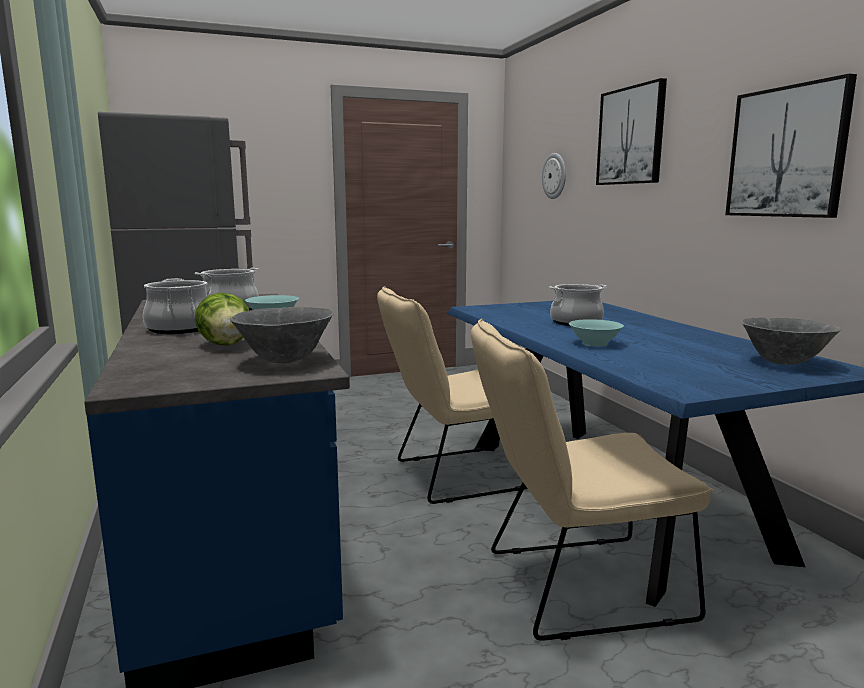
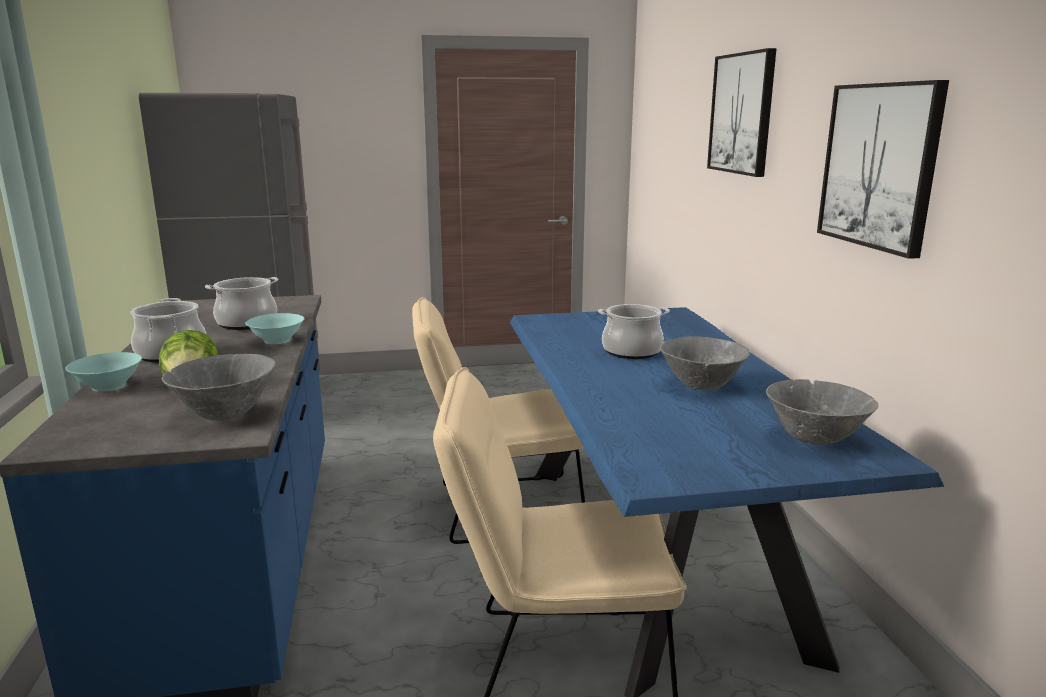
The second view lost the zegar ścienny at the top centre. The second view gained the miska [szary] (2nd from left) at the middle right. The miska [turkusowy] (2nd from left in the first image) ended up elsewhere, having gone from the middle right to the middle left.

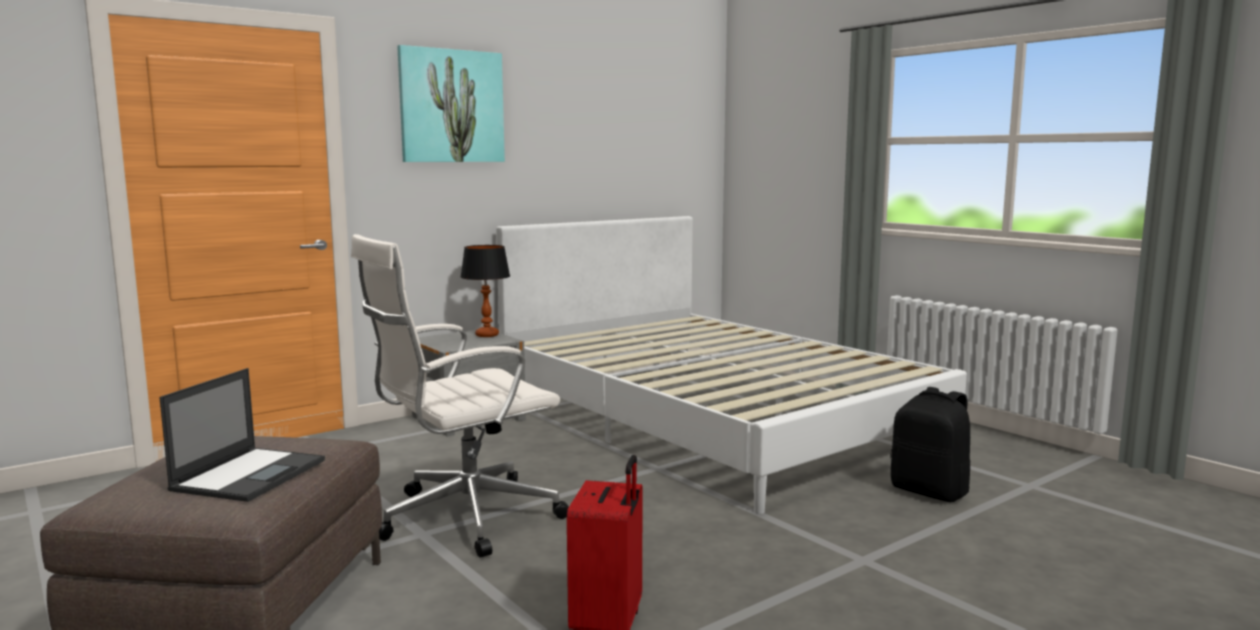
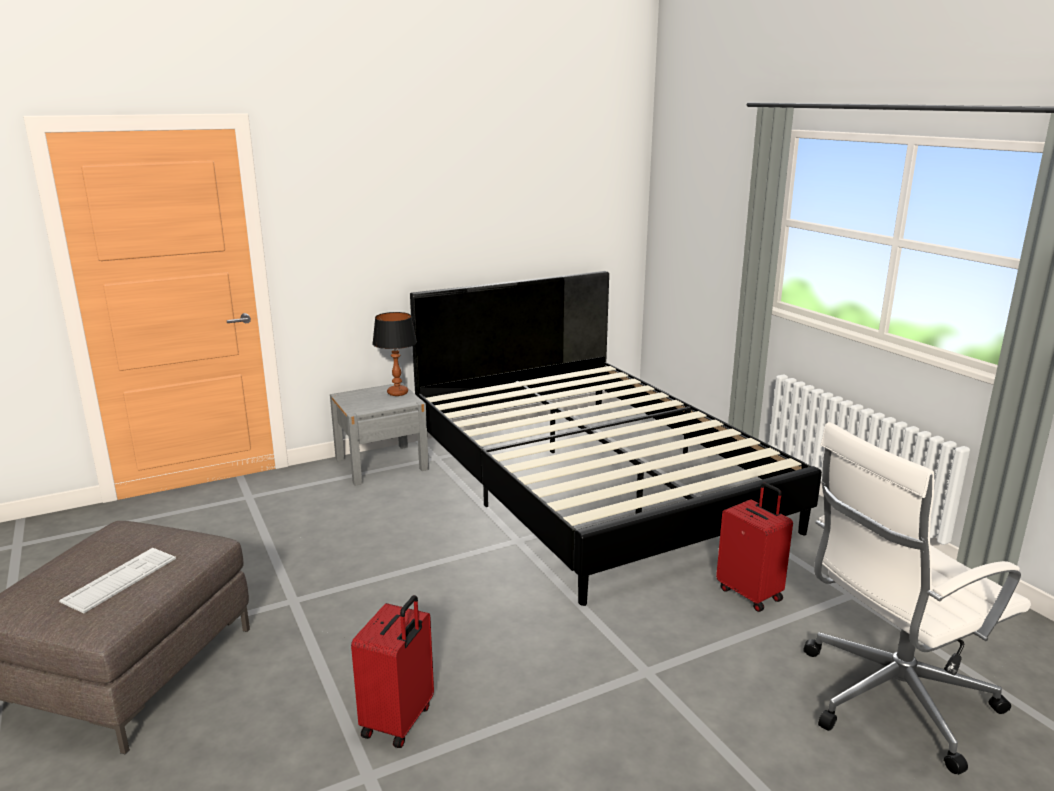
The second view lost the obraz at the top centre. The krzesło biurowe [biały] ended up elsewhere, having gone from the centre to the bottom right. Where the laptop stood at the bottom left, the klawiatura came to stand at the bottom left. Where the plecak [czarny] stood at the bottom right, the walizka [czerwony] (2nd from left) came to stand at the bottom right. What was the łóżko [biały] at the centre turned into the łóżko [czarny] at the centre.

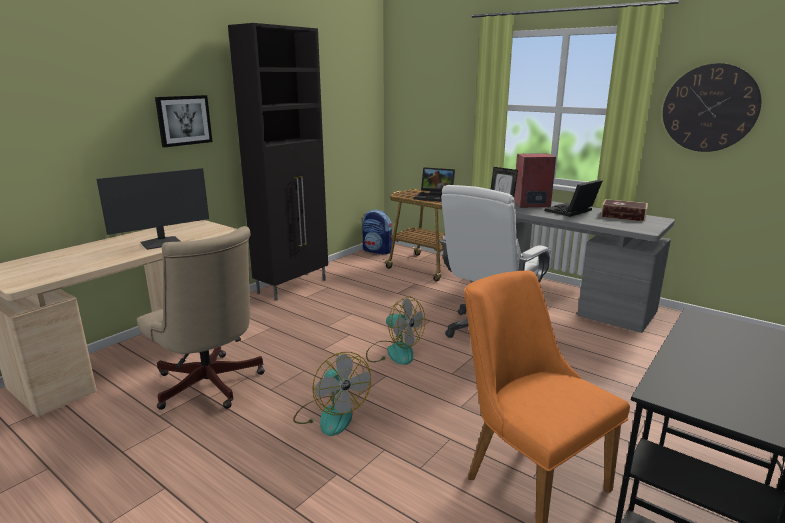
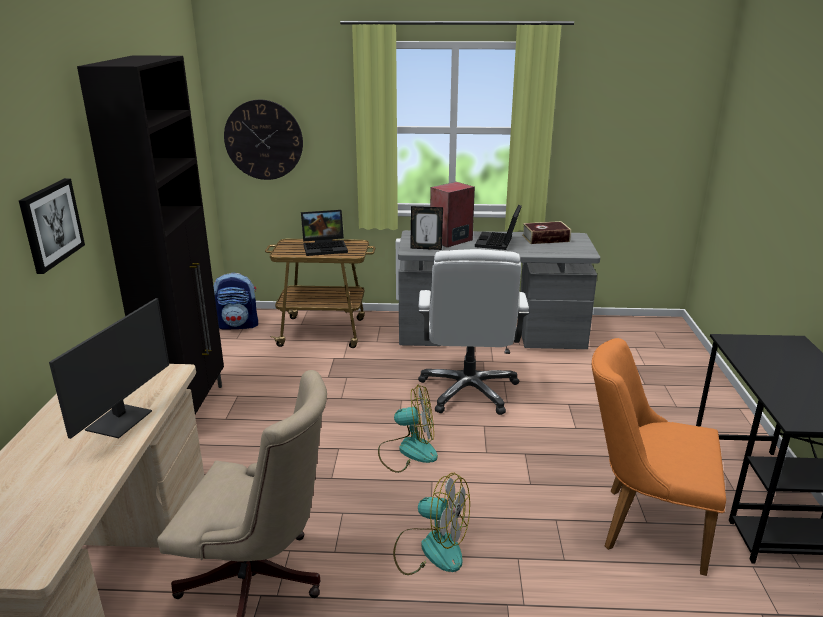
The zegar ścienny ended up elsewhere, having gone from the top right to the top left.

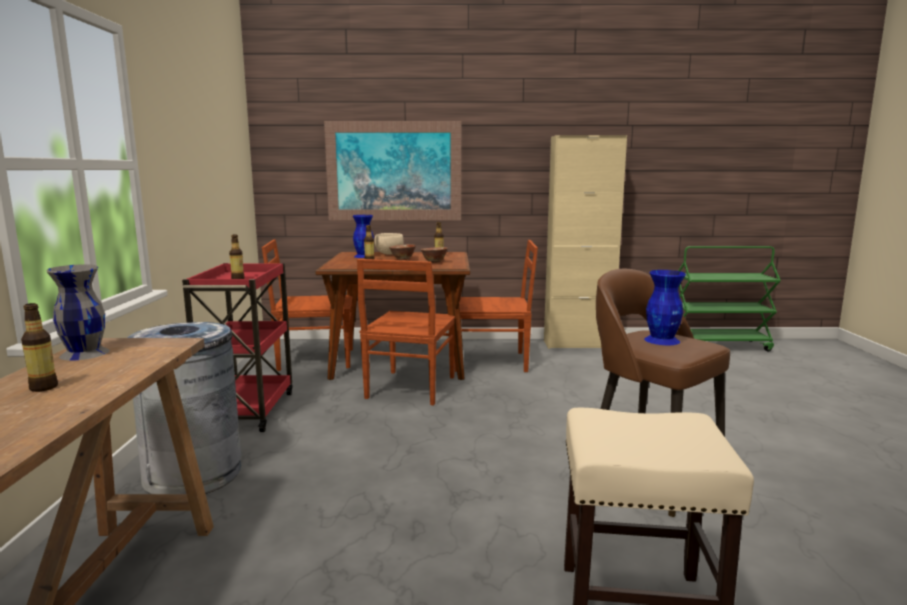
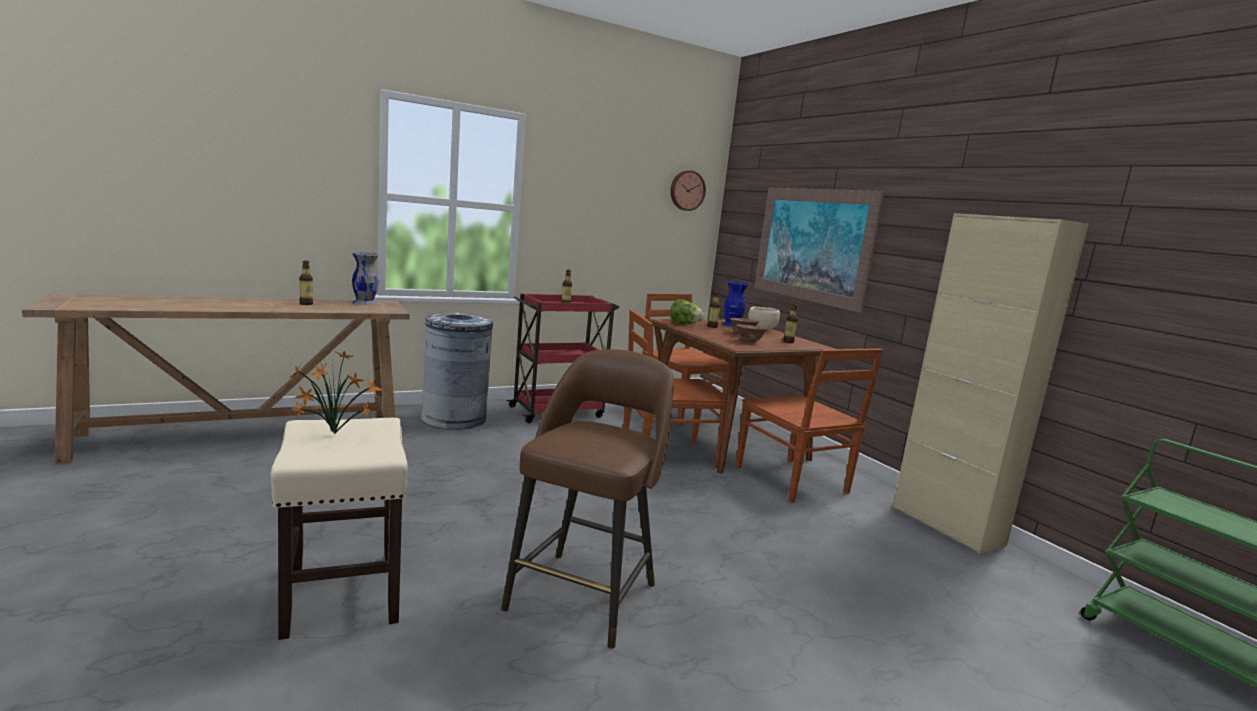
The second view lost the wazon [niebieski] (2nd from left) at the middle right. The second view gained the roślina doniczkowa at the middle left. The second view gained the sałata at the centre. The second view gained the zegar ścienny at the top centre.

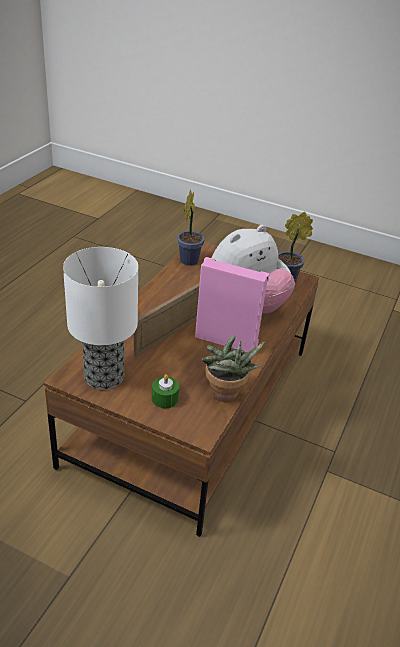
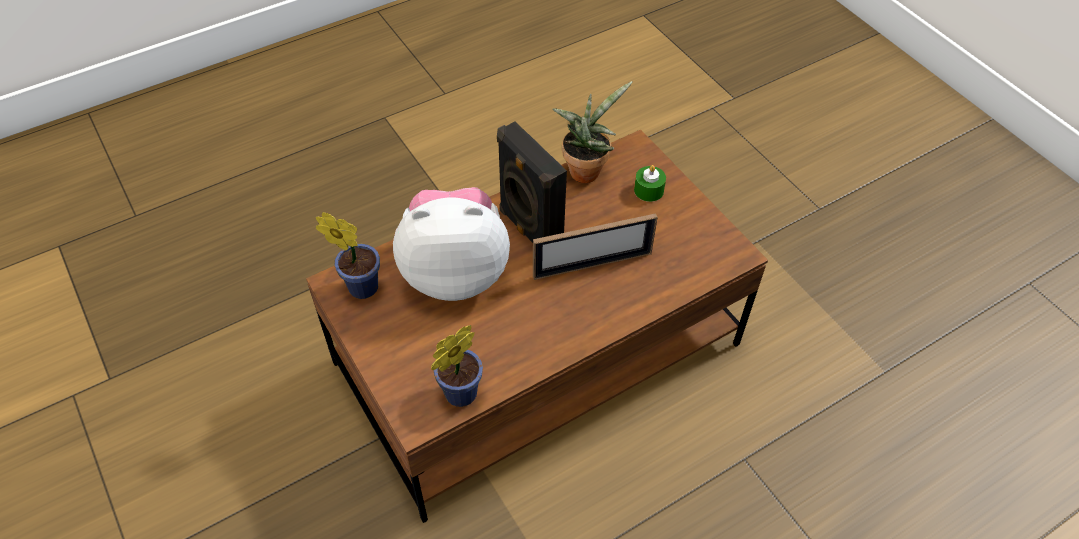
The second view lost the lampa stołowa at the middle left. What was the głośnik [różowy] at the centre turned into the głośnik [czarny] at the centre.

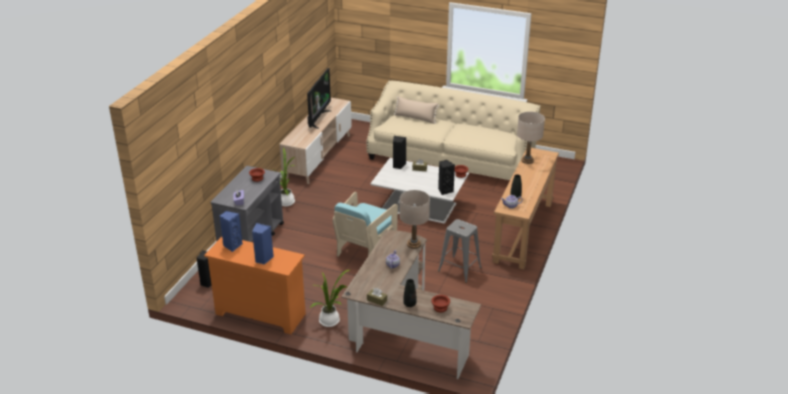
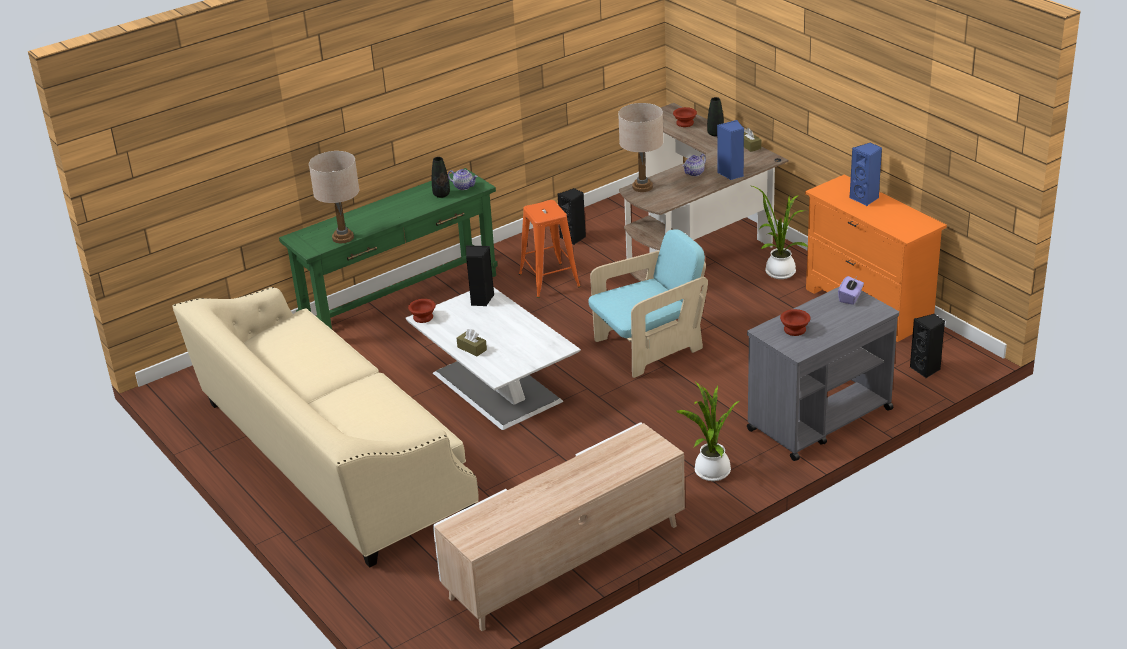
The second view lost the telewizor at the top centre. The second view lost the poduszka [beżowy] at the top centre. The głośnik [niebieski] (1st from left) ended up elsewhere, having gone from the middle left to the top centre. The głośnik [czarny] (2nd from left) ended up elsewhere, having gone from the centre to the top centre. What was the stołek [szary] at the centre turned into the stołek [pomarańczowy] at the centre. What was the stolik konsolowy [brązowy] at the centre turned into the stolik konsolowy [zielony] at the centre.

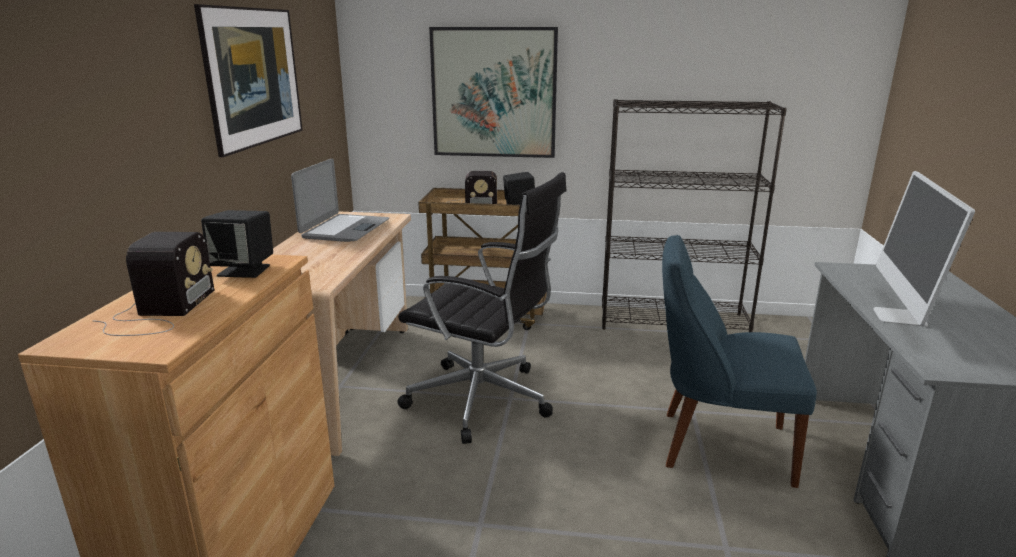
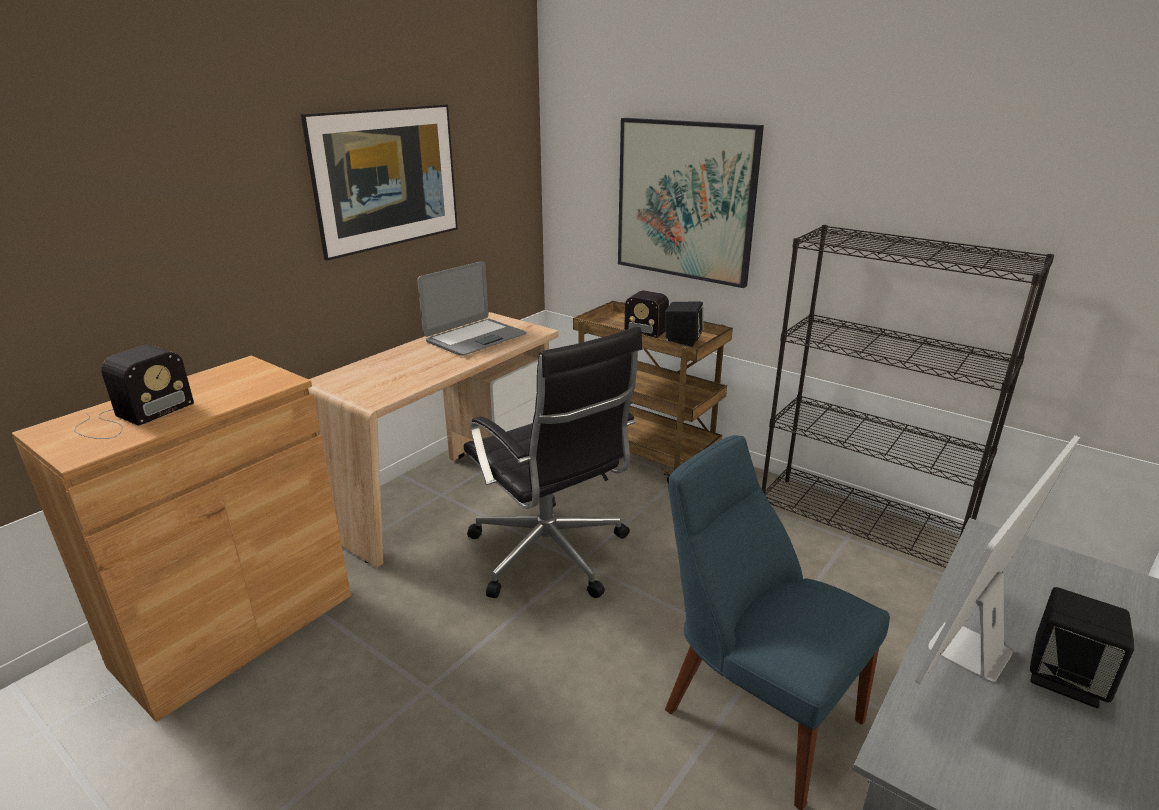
The głośnik [czarny] (1st from left in the first image) ended up elsewhere, having gone from the middle left to the bottom right.

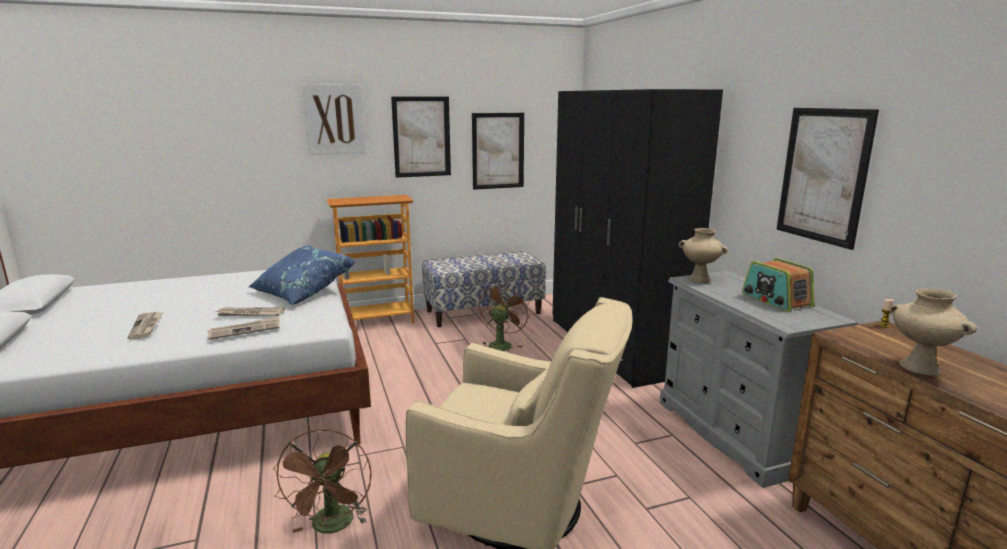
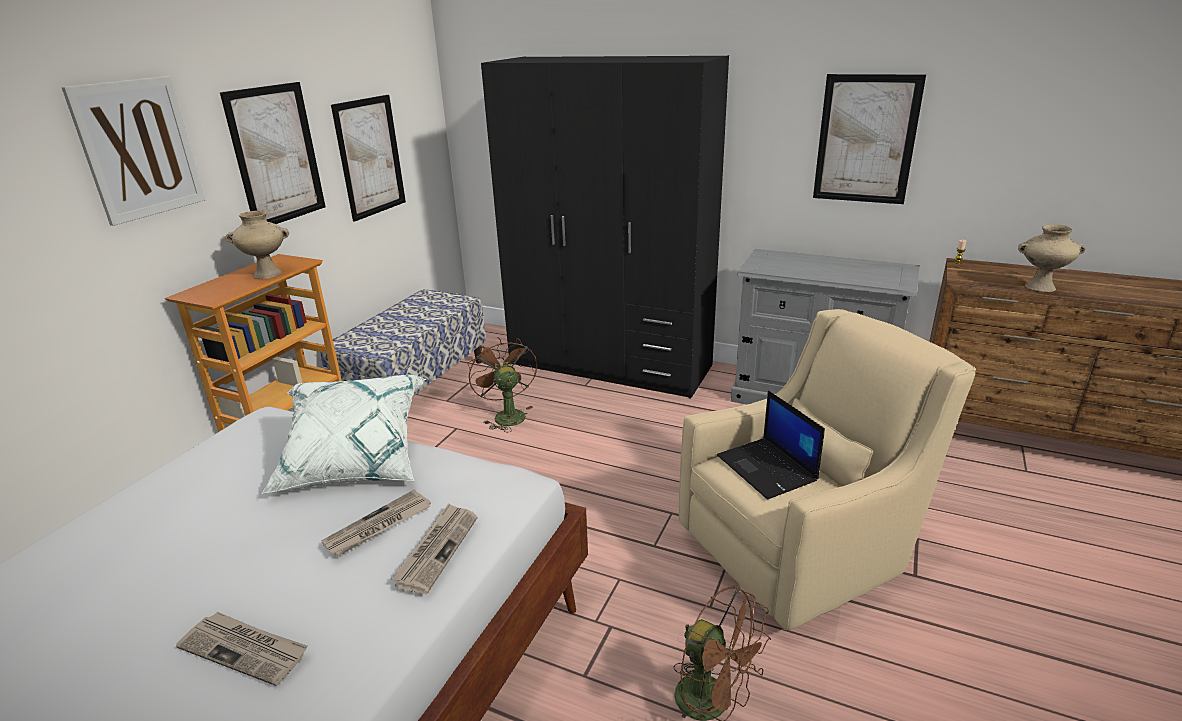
The second view lost the radio at the middle right. The second view gained the laptop at the centre. The wazon [beżowy] (1st from left) ended up elsewhere, having gone from the middle right to the middle left. What was the poduszka [niebieski] at the middle left turned into the poduszka [biały] at the middle left.

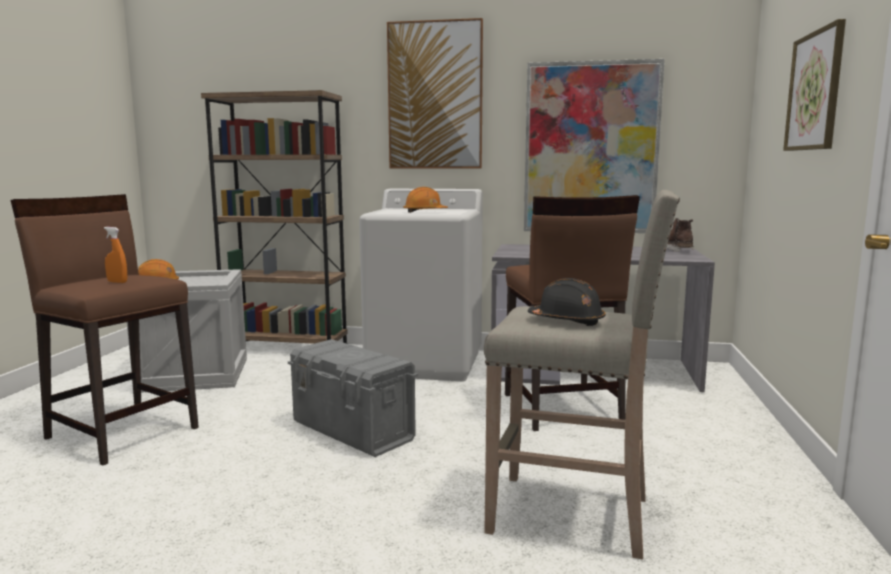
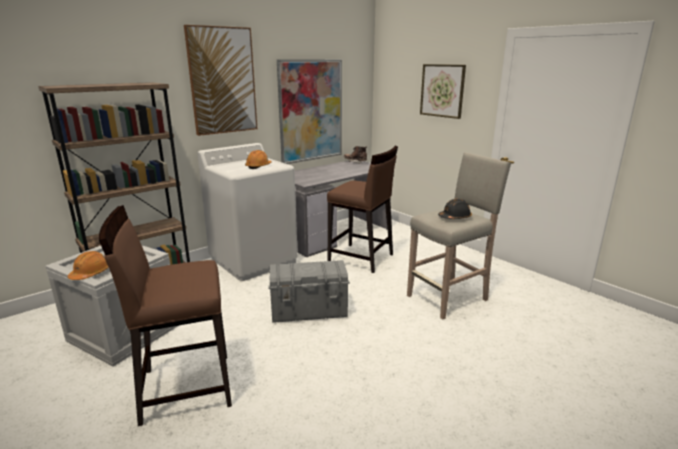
The second view lost the spryskiwacz [pomarańczowy] at the middle left.

